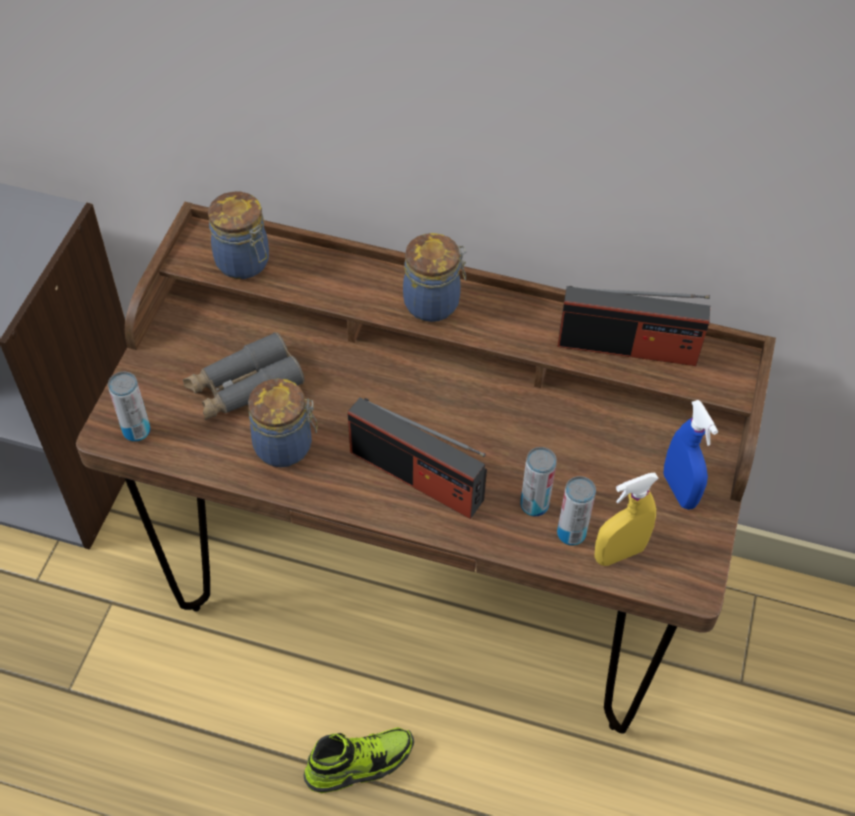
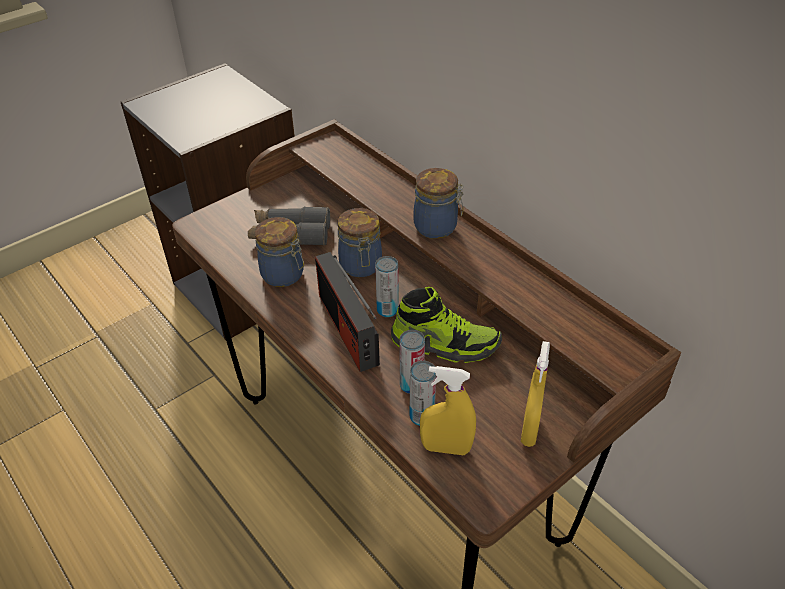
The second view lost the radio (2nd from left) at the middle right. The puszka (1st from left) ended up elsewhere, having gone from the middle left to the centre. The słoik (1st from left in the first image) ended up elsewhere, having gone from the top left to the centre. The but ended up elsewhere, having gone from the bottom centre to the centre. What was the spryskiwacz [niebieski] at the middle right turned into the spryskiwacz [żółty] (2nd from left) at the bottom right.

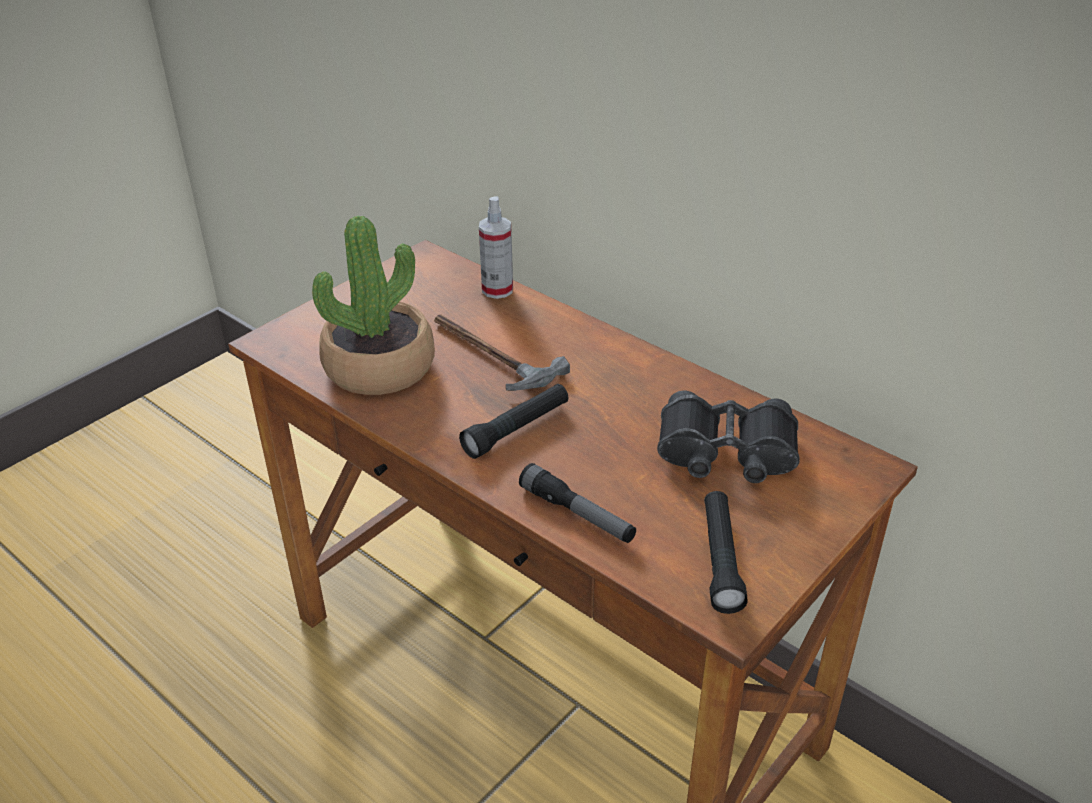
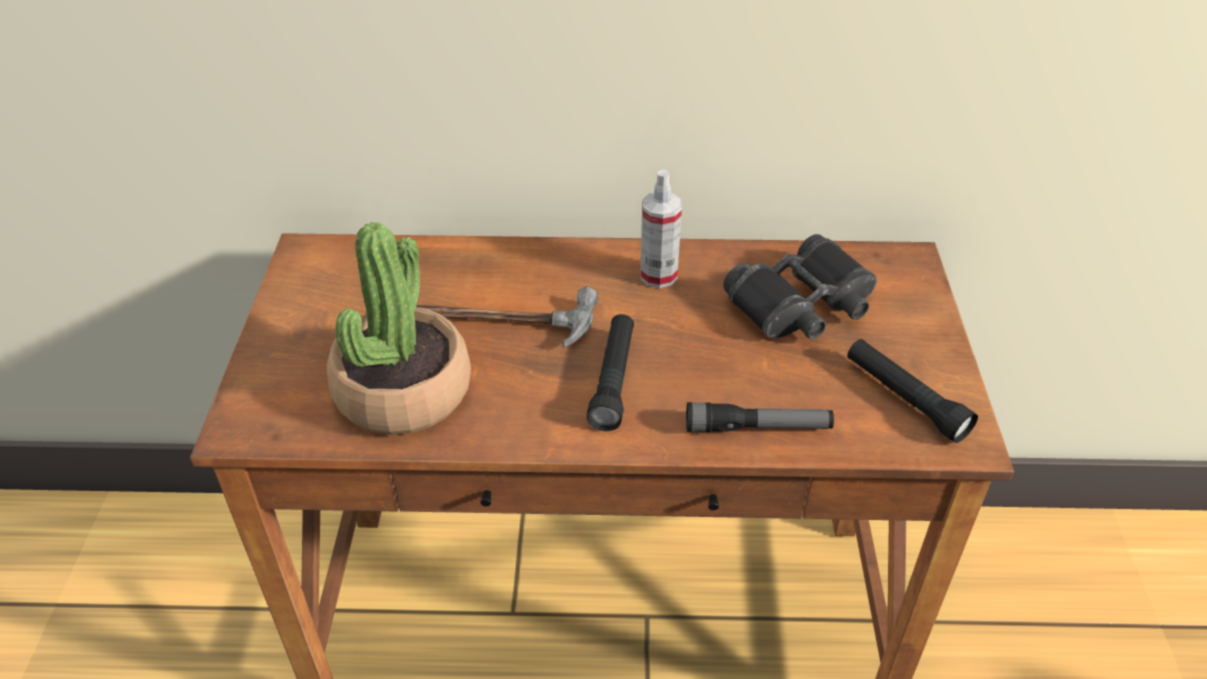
The spryskiwacz ended up elsewhere, having gone from the top centre to the centre.

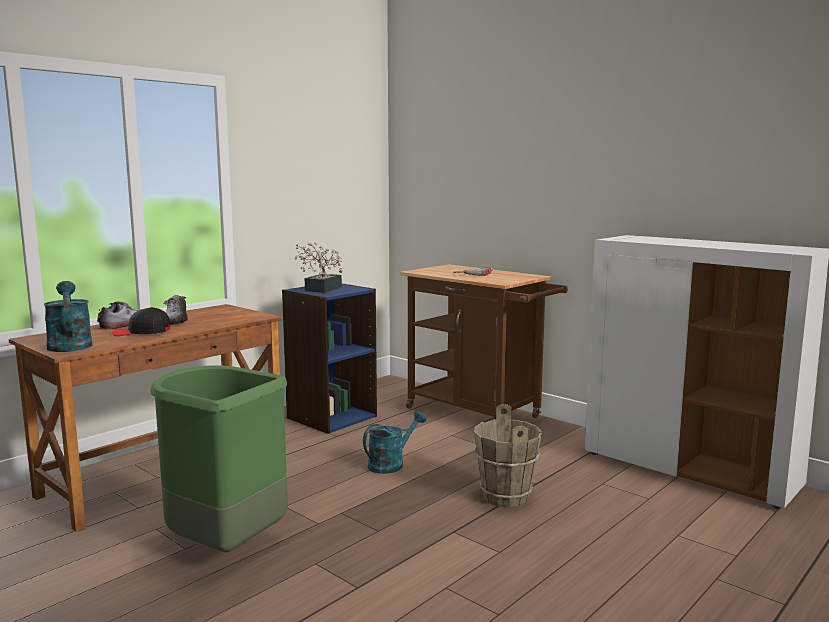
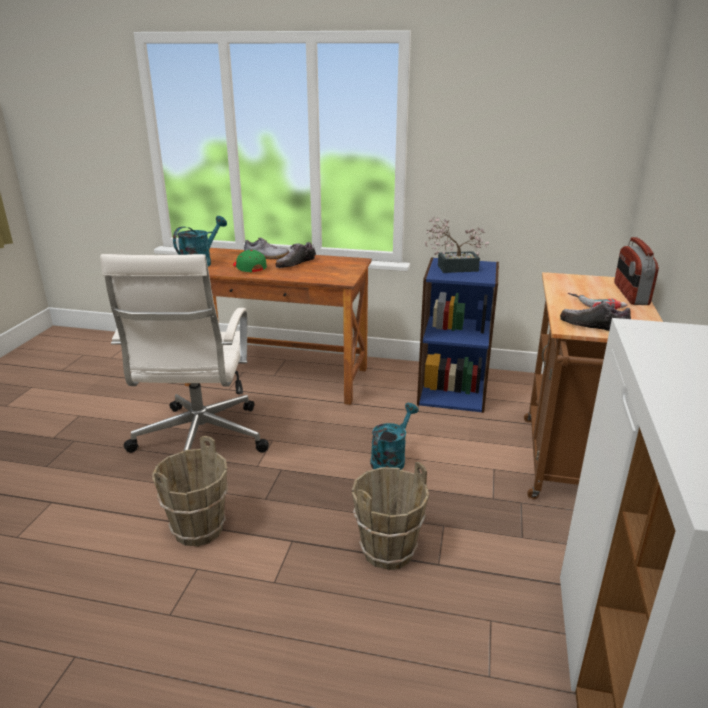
The second view gained the wiadro [brązowy] (1st from left) at the bottom left. The second view gained the but (3rd from left) at the middle right. The second view gained the radio at the middle right. Where the kosz na śmieci [zielony] stood at the bottom left, the krzesło biurowe [biały] came to stand at the middle left. What was the czapka z daszkiem [czarny] at the middle left turned into the czapka z daszkiem [zielony] at the centre. The konewka [turkusowy] (2nd from left) at the bottom centre ended up facing another way, 75 degrees counterclockwise from before.

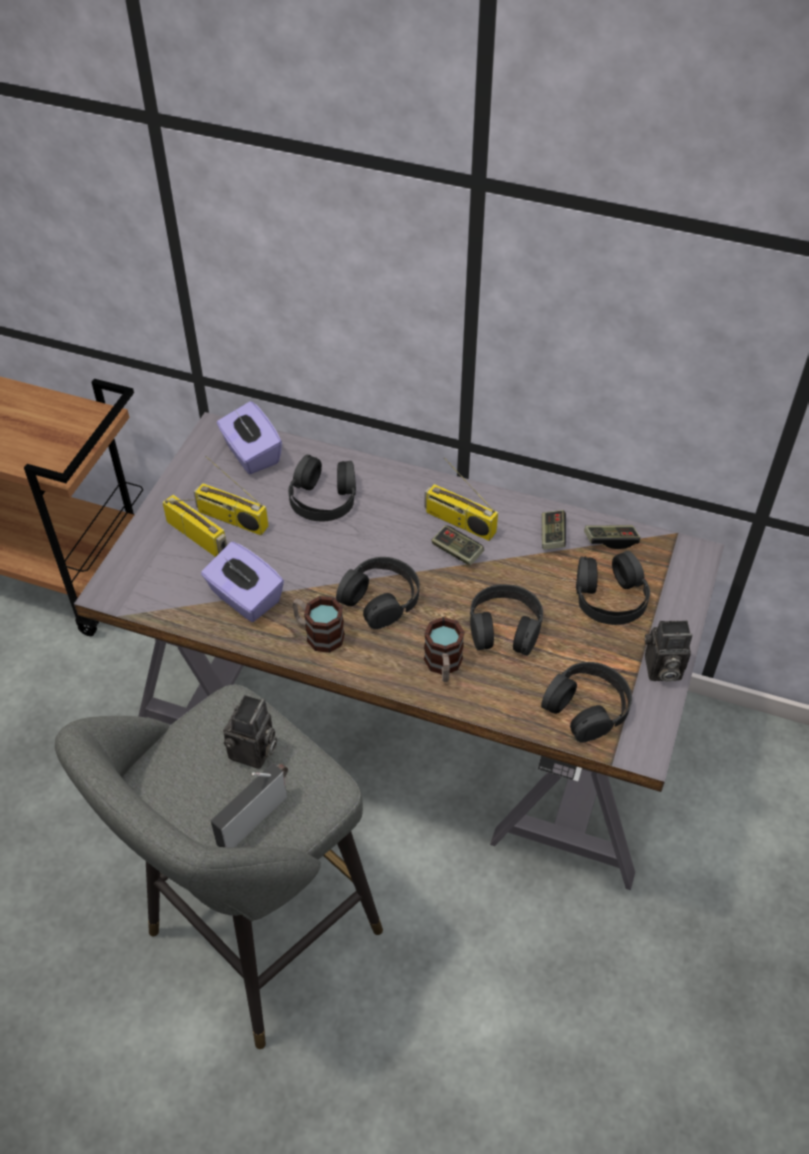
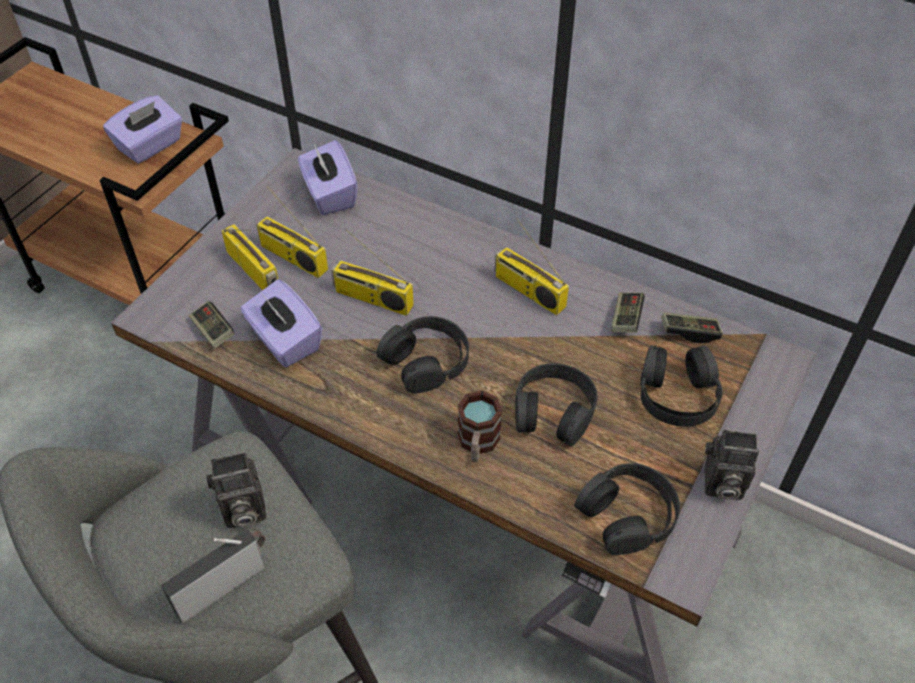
The second view lost the słuchawki [czarny] (1st from left) at the centre. The second view lost the kubek (1st from left) at the centre. The second view gained the pudełko chusteczek [fioletowy] (1st from left) at the top left. The second view gained the radio (4th from left) at the centre. The pad do gier (1st from left) ended up elsewhere, having gone from the centre to the middle left. The aparat fotograficzny (1st from left) at the middle left ended up facing another way, 45 degrees clockwise from before.

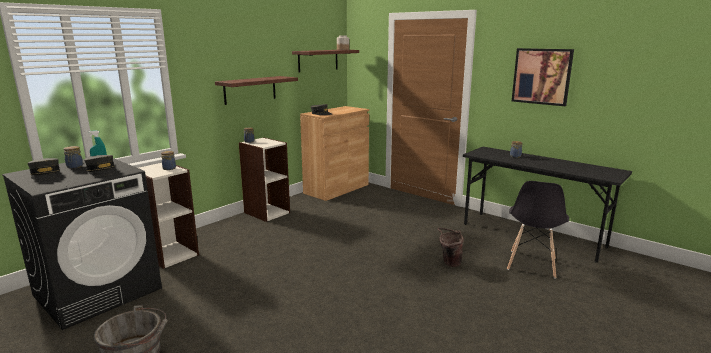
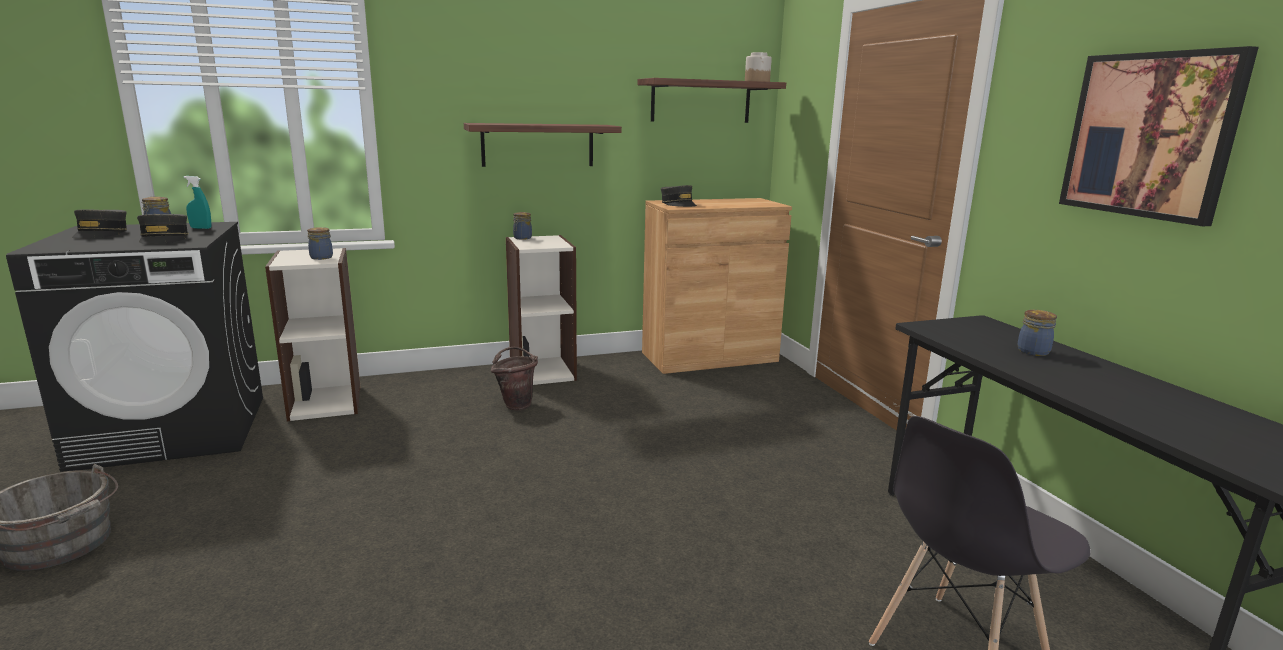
The wiadro [brązowy] ended up elsewhere, having gone from the bottom centre to the centre.

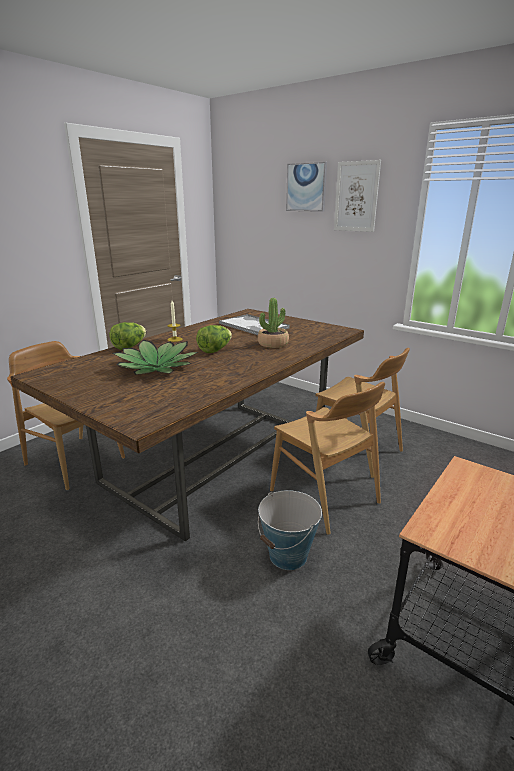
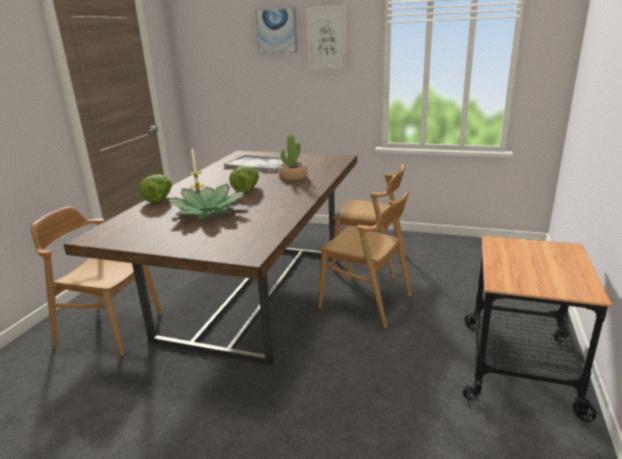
The second view lost the wiadro at the bottom centre.

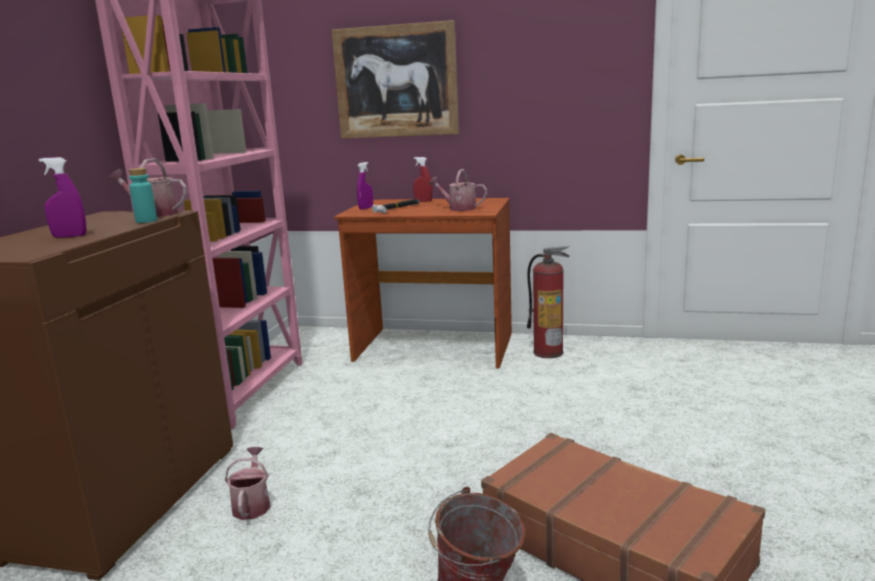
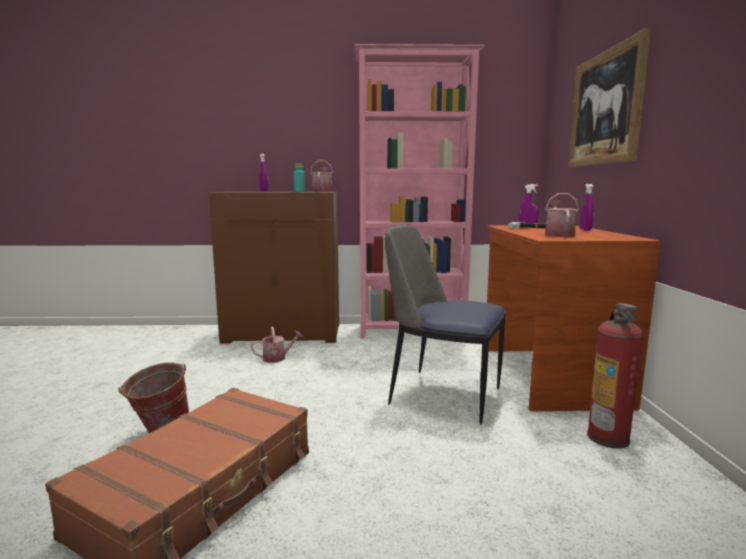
The second view gained the krzesło at the centre. What was the spryskiwacz [czerwony] at the top centre turned into the spryskiwacz [fioletowy] (3rd from left) at the middle right.

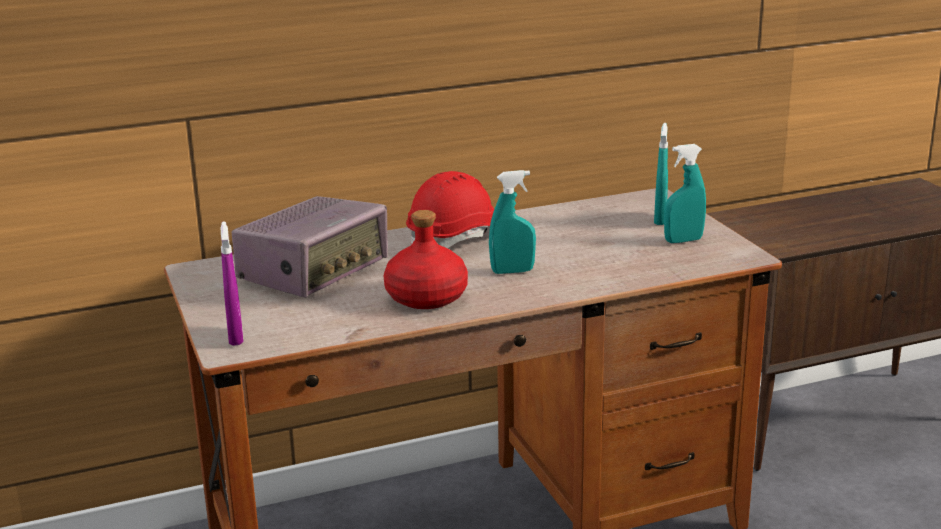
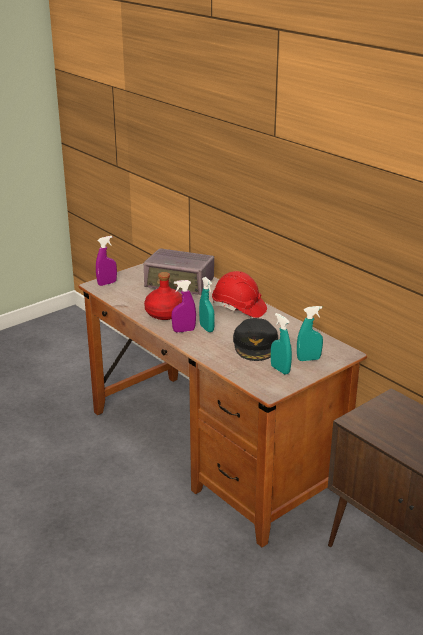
The second view gained the spryskiwacz [fioletowy] (2nd from left) at the centre. The second view gained the czapka z daszkiem [czarny] at the centre.

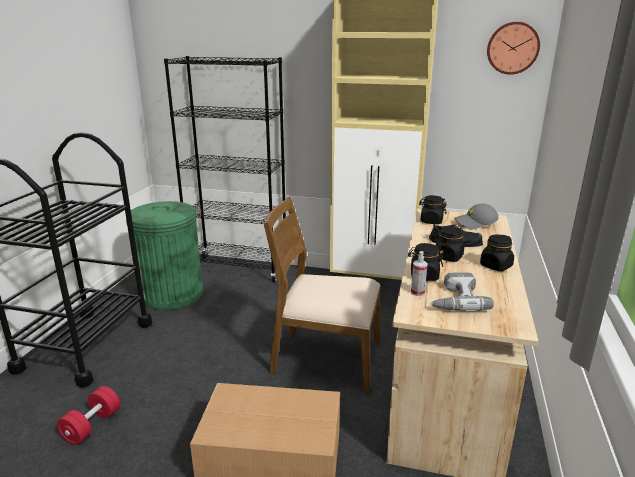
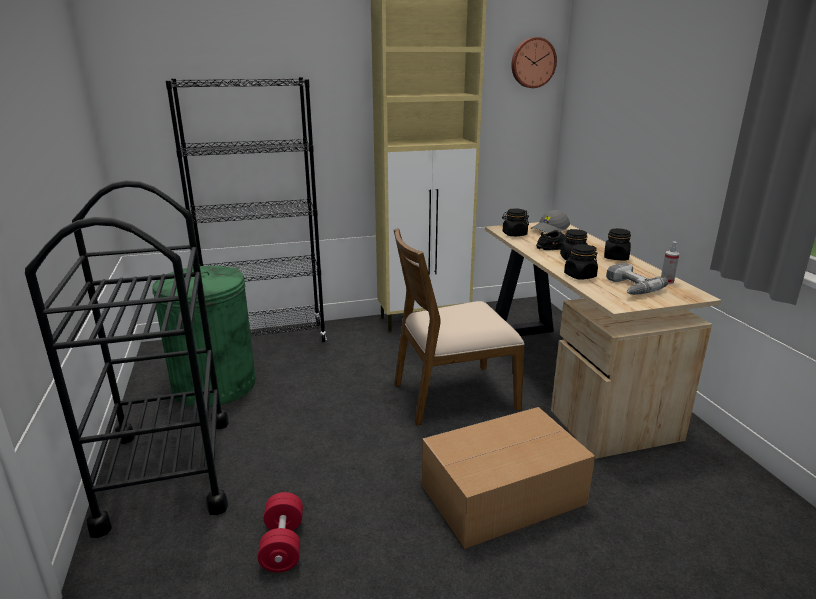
The spryskiwacz ended up elsewhere, having gone from the centre to the middle right.

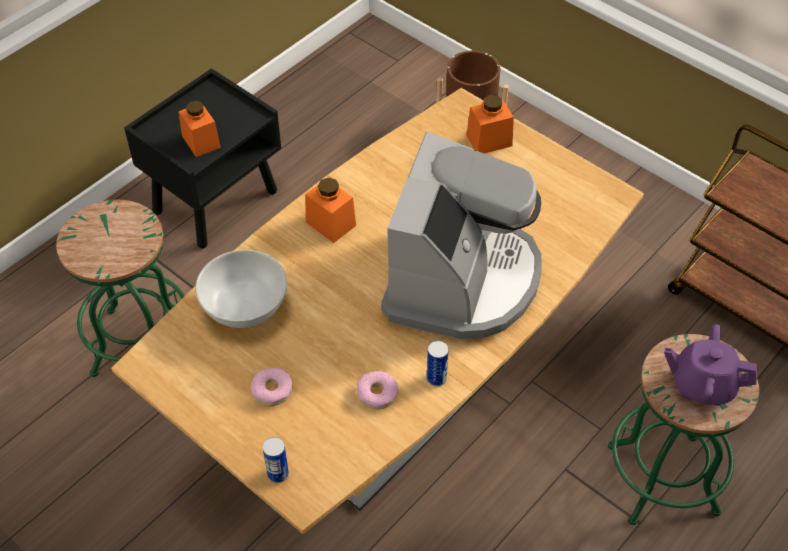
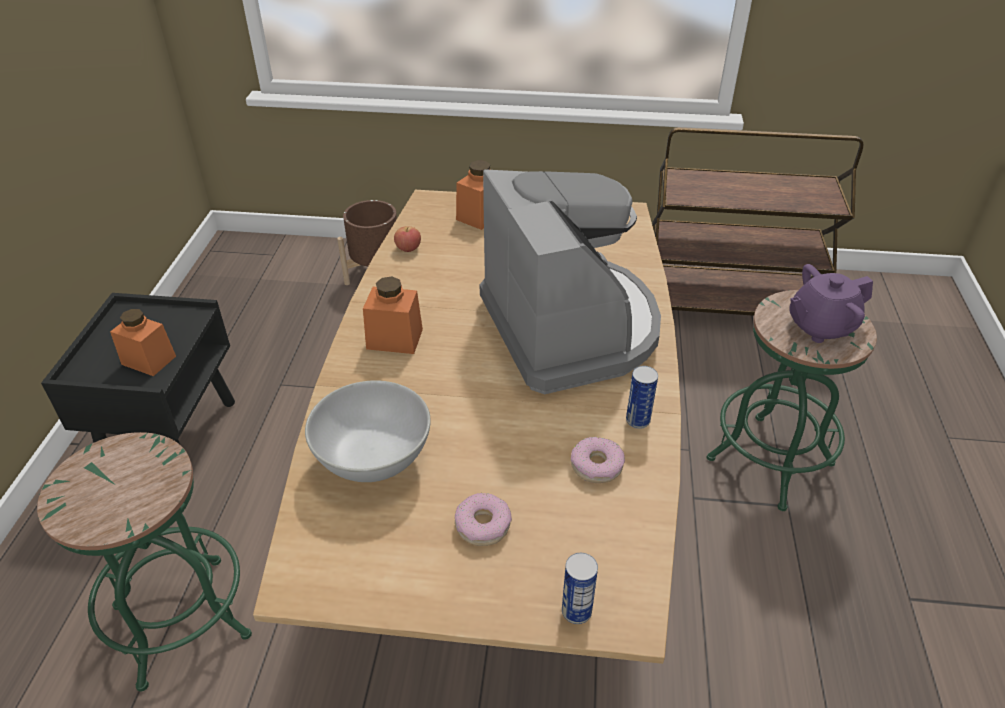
The second view gained the jabłko at the centre.

